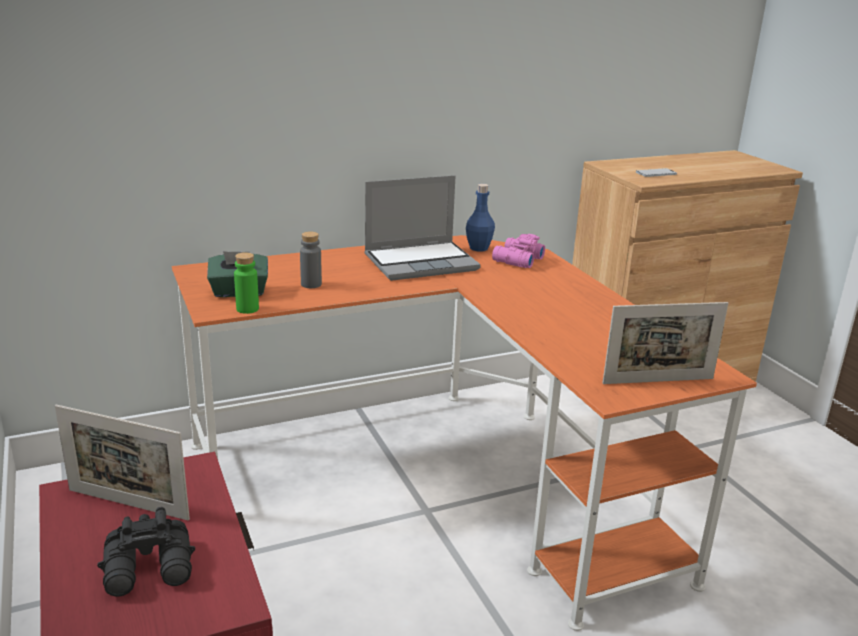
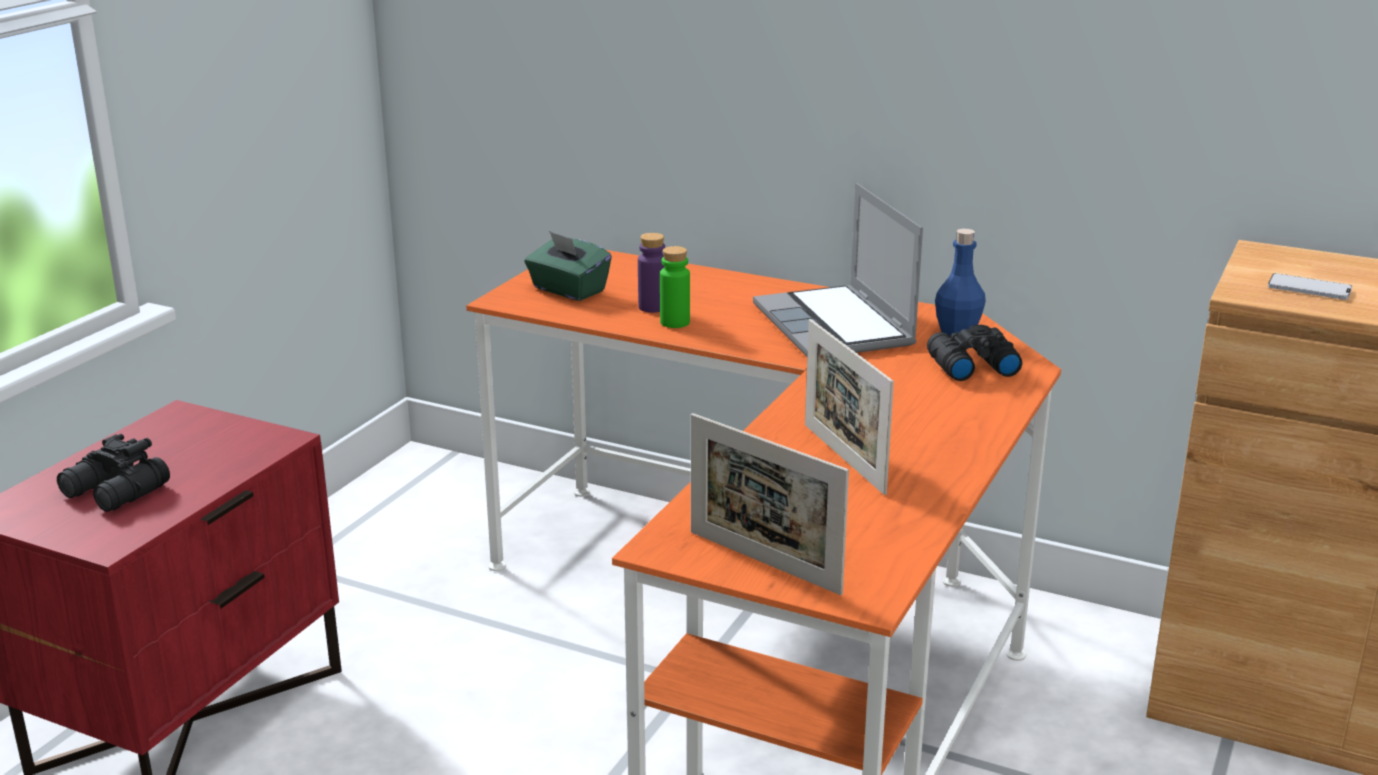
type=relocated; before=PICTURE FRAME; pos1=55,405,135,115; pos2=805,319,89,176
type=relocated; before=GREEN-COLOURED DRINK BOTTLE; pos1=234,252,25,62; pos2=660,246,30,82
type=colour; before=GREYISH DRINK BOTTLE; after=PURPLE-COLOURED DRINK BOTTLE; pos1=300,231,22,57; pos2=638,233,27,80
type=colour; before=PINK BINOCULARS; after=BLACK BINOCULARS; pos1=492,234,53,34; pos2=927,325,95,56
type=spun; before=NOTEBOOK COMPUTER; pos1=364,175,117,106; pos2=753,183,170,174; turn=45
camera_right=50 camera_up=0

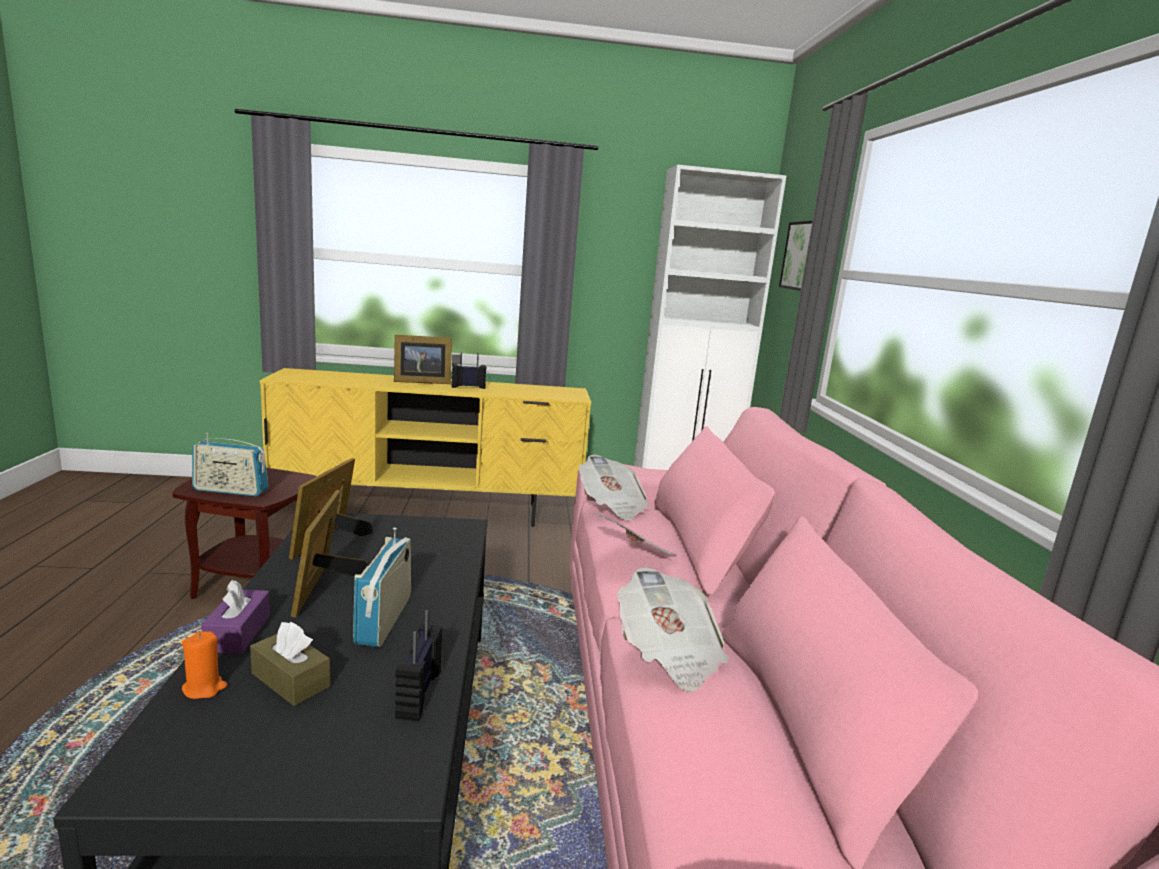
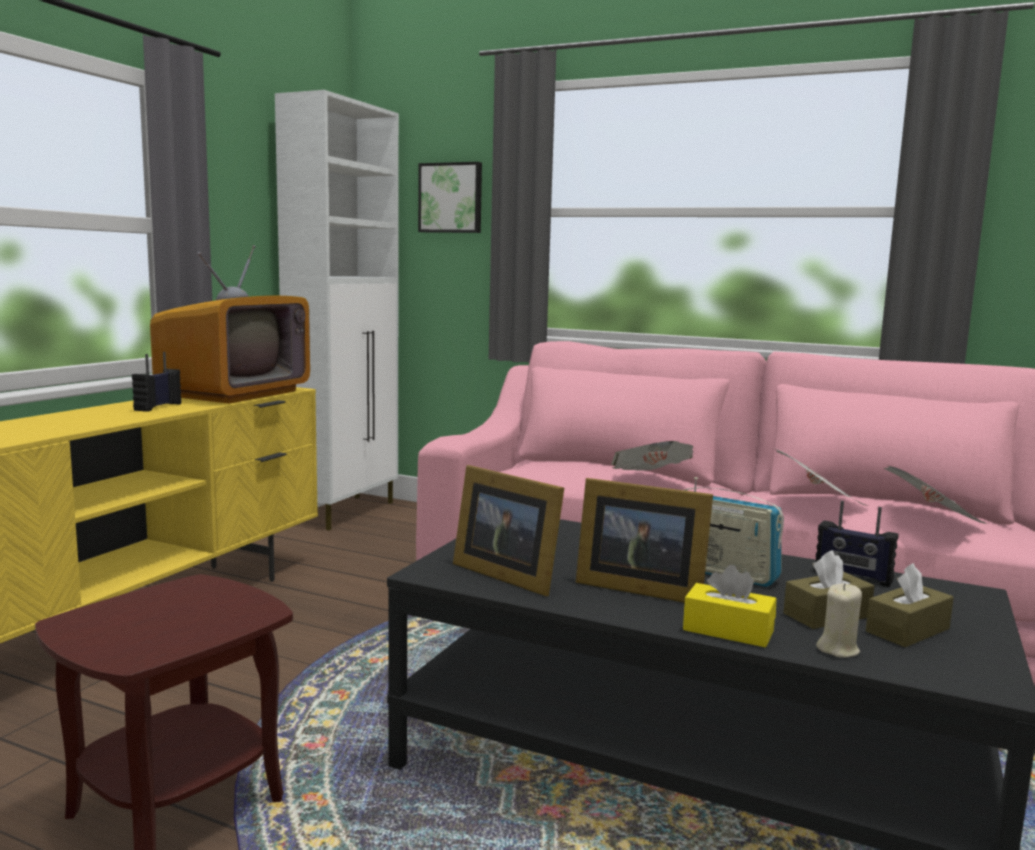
type=missing; before=RADIO SET; pos1=192,433,77,64
type=missing; before=PICTURE FRAME; pos1=394,335,58,49
type=appeared; after=TELEVISION; pos2=150,245,160,158
type=appeared; after=BROWN-COLOURED TISSUE HOLDER; pos2=866,563,88,84
type=relocated; before=DAILY PAPER; pos1=578,455,72,66; pos2=884,466,105,58
type=colour; before=ORANGE CANDLE; after=BEIGE CANDLE; pos1=182,631,45,68; pos2=816,583,46,75
type=colour; before=PURPLE-COLOURED TISSUE HOLDER; after=YELLOW TISSUE HOLDER; pos1=201,580,69,74; pos2=683,565,94,82
camera_right=-60 camera_up=-5

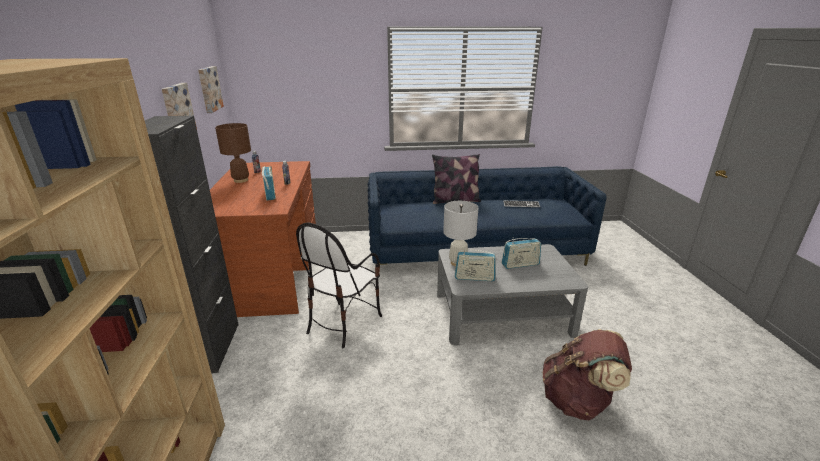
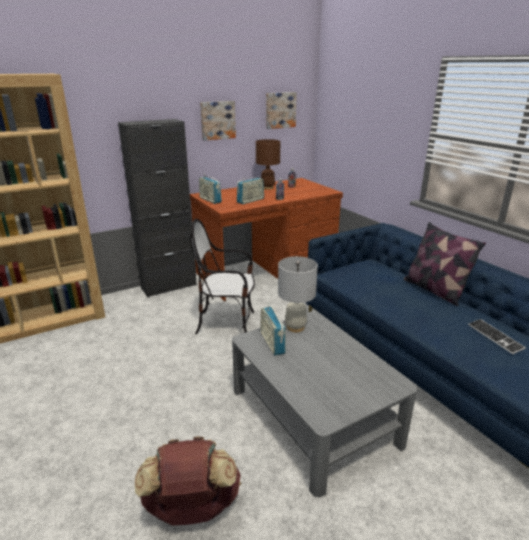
type=relocated; before=RADIO SET; pos1=501,238,40,31; pos2=199,173,23,31
camera_right=65 camera_up=0

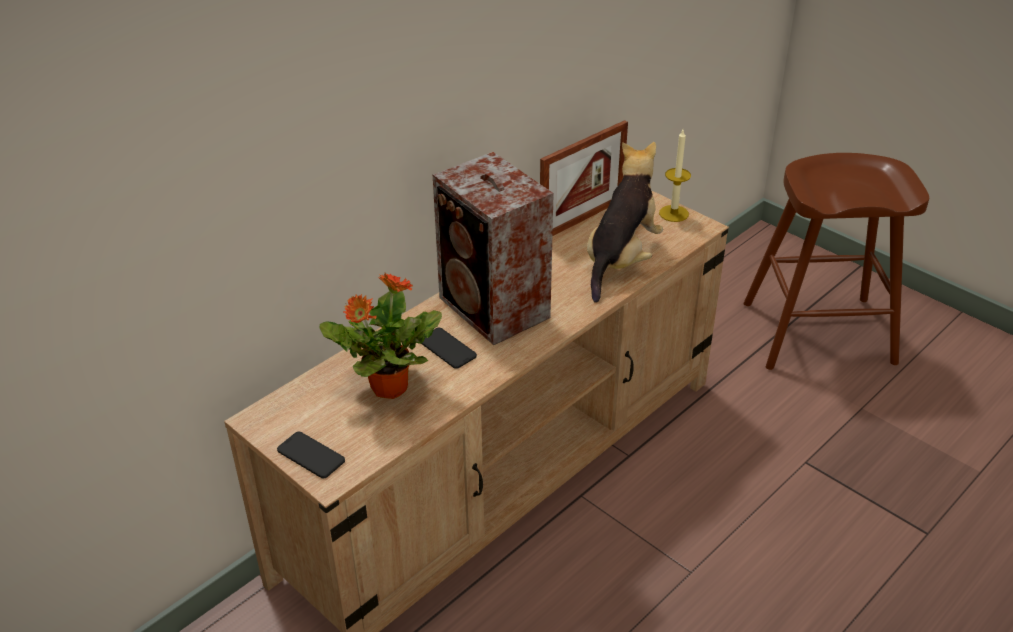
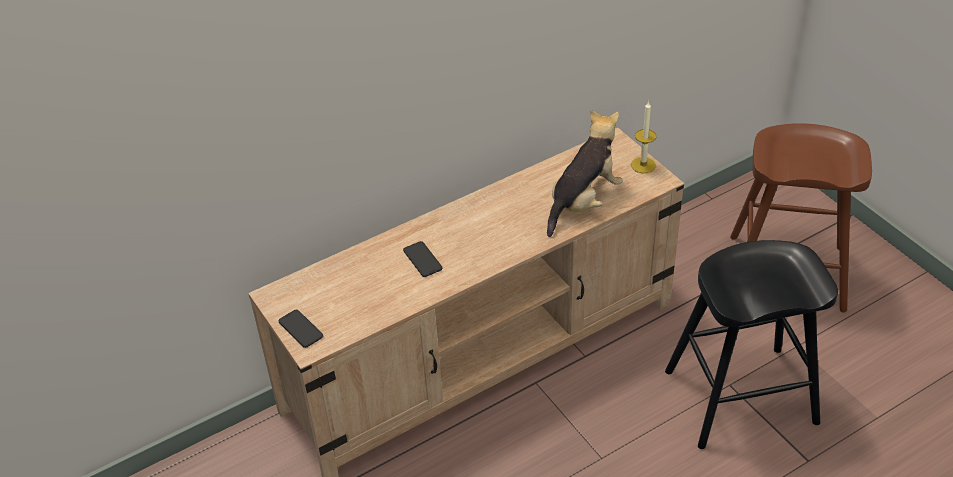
type=missing; before=HOUSEPLANT; pos1=320,273,122,126
type=missing; before=AUDIO SPEAKER; pos1=433,152,121,193
type=missing; before=PICTURE FRAME; pos1=540,120,88,116
type=appeared; after=BLACK STOOL; pos2=665,240,173,209
camera_right=15 camera_up=5

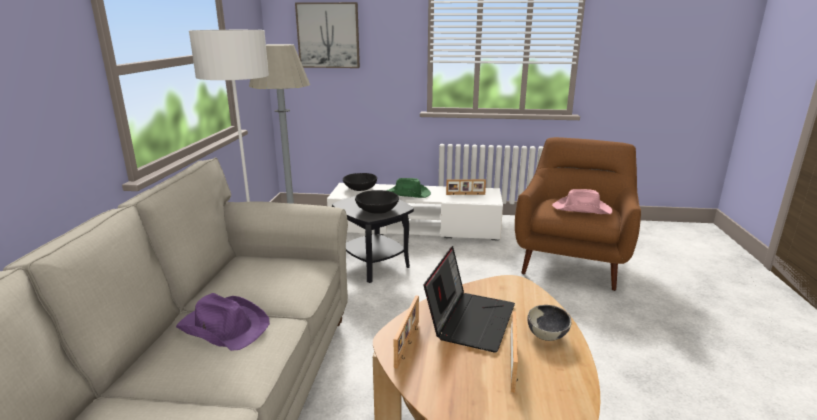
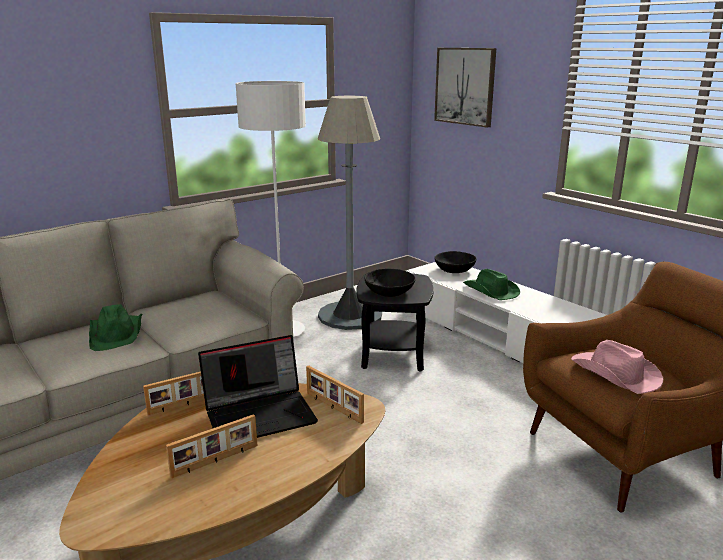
type=missing; before=DEEP DISH; pos1=527,305,45,36
type=relocated; before=PICTURE FRAME; pos1=446,179,40,16; pos2=306,365,58,59
type=colour; before=PURPLE-COLOURED WEARABLE HAT; after=GREEN-COLOURED WEARABLE HAT; pos1=176,293,94,58; pos2=89,304,53,47
camera_right=45 camera_up=0

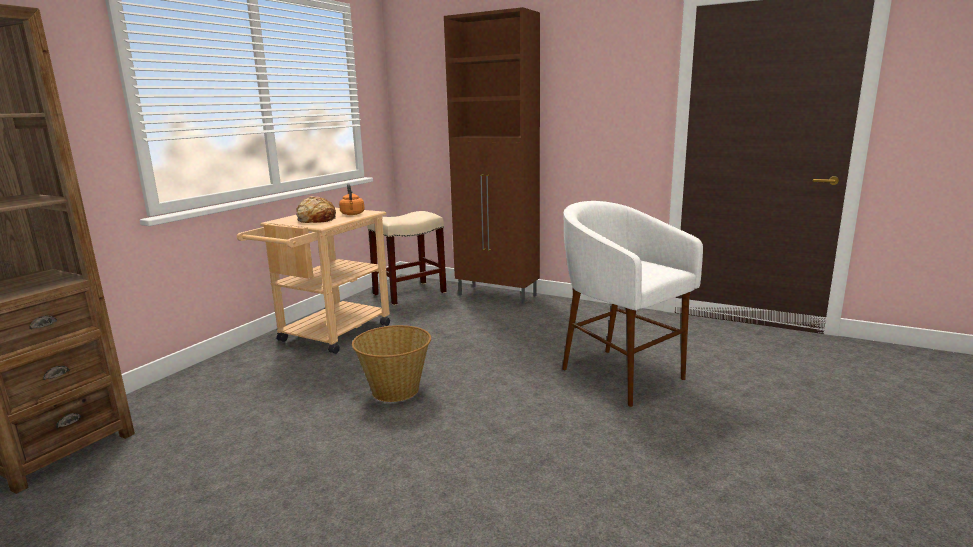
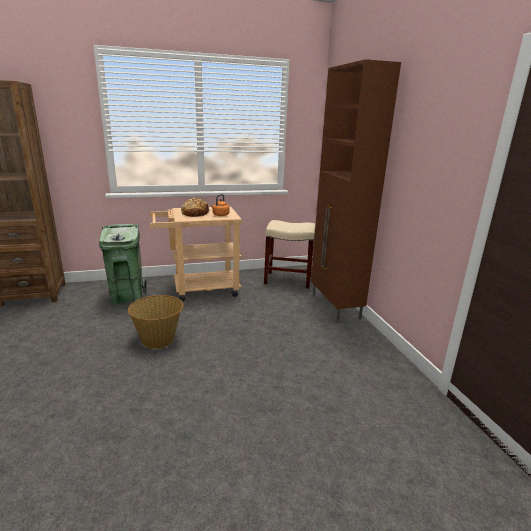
type=missing; before=WHITISH STOOL; pos1=562,201,141,206
type=appeared; after=GREEN-COLOURED WASTE BIN; pos2=99,224,48,81
camera_right=45 camera_up=5

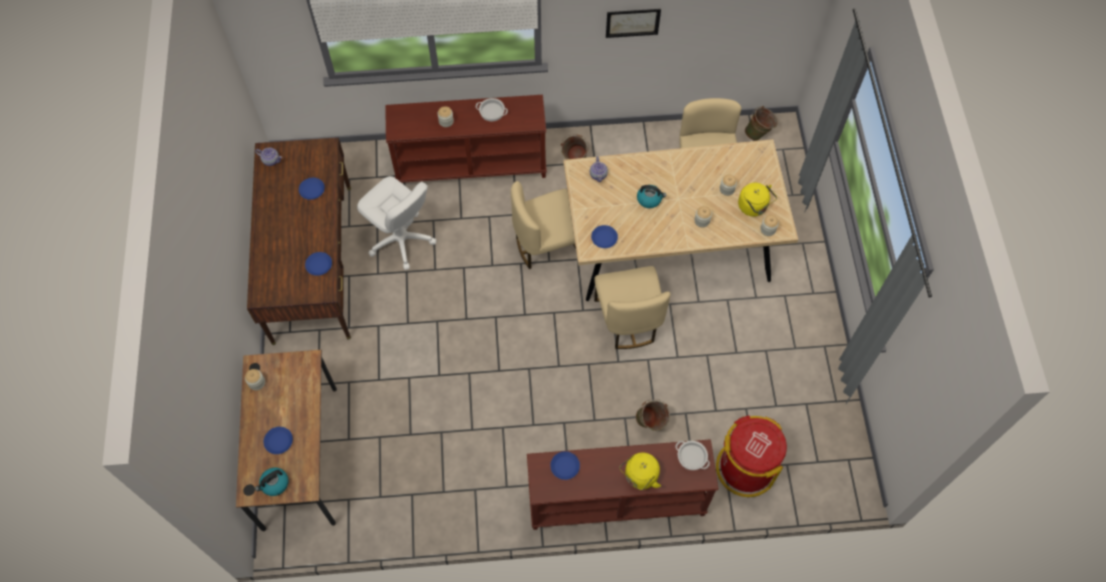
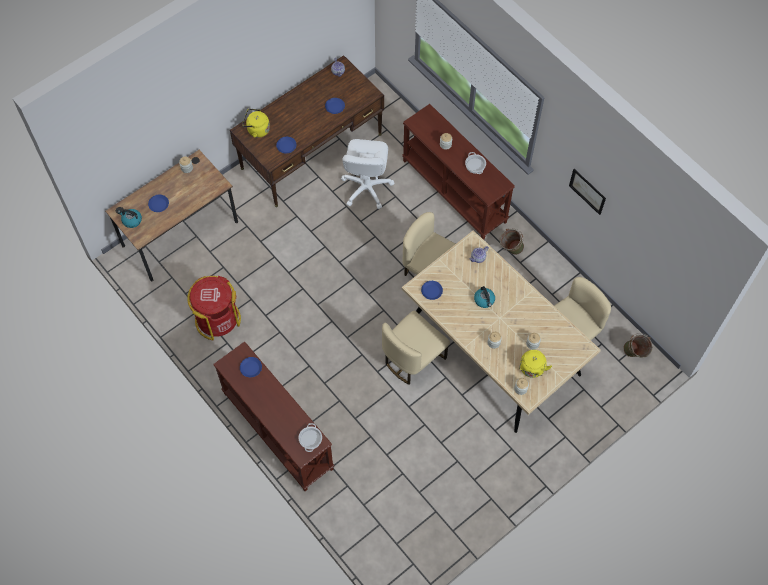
type=missing; before=GREEN-COLOURED BUCKET; pos1=636,399,34,32
type=relocated; before=YELLOW TEA KETTLE; pos1=620,452,41,38; pos2=242,109,28,29
type=relocated; before=RED-COLOURED WASTE BIN; pos1=716,415,71,82; pos2=187,276,54,64
camera_right=55 camera_up=0

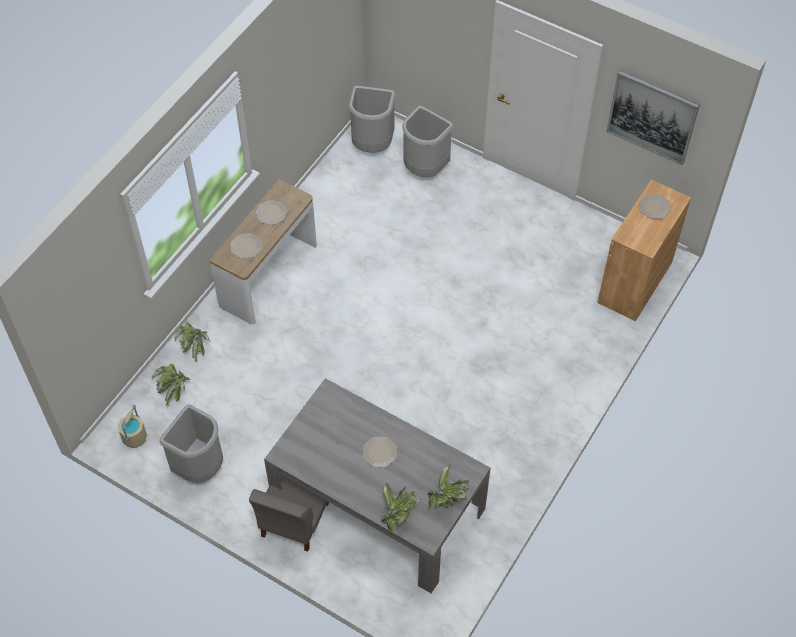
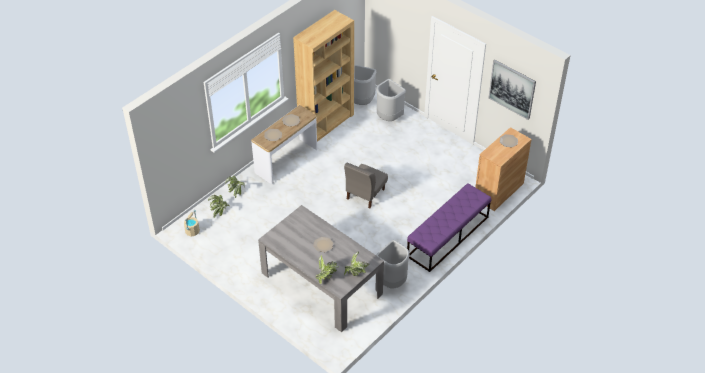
type=appeared; after=BROWN-COLOURED BOOKCASE; pos2=293,10,61,132
type=appeared; after=PURPLE-COLOURED BENCH; pos2=407,183,84,89
type=relocated; before=GREYISH WASTE BIN; pos1=160,405,63,78; pos2=376,240,34,49
type=relocated; before=GREYISH UPRIGHT CHAIR; pos1=249,474,80,77; pos2=344,162,44,46
camera_right=10 camera_up=-10

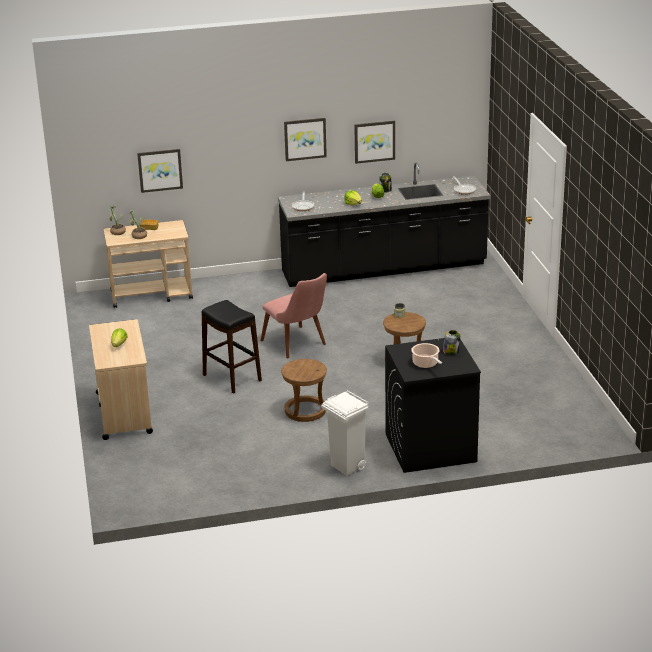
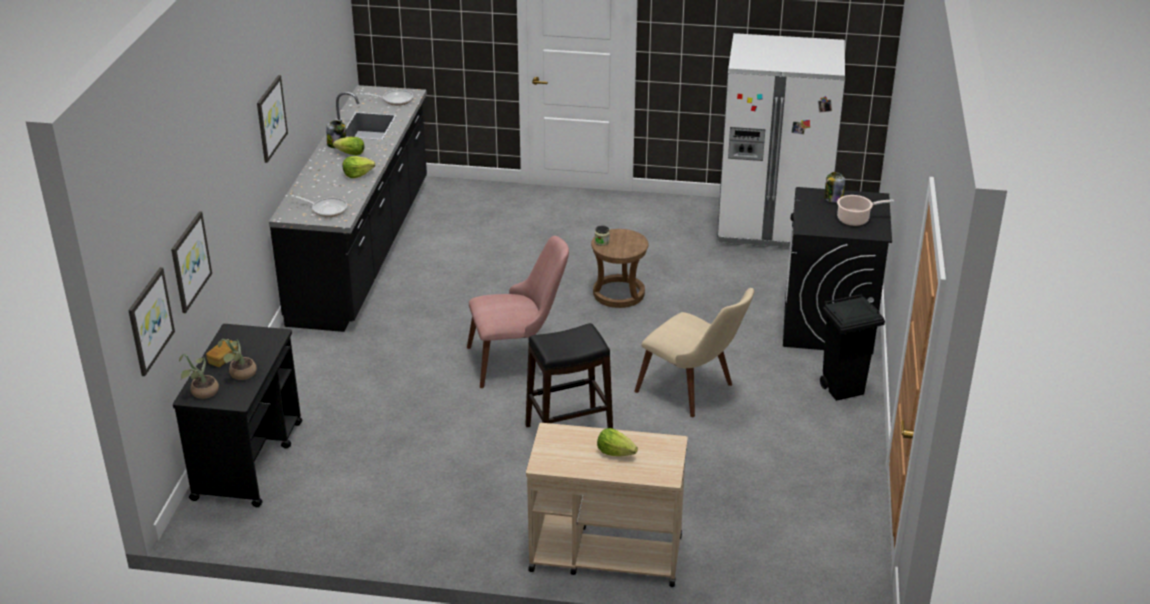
type=appeared; after=WHITISH KITCHEN FRIDGE; pos2=717,33,128,216
type=relocated; before=WALL PICTURE; pos1=354,120,41,44; pos2=128,267,47,109
type=exchanged; before=BROWN-COLOURED STOOL; after=BEIGE UPRIGHT CHAIR; pos1=281,359,46,63; pos2=634,288,120,129
type=colour; before=BEIGE CART; after=BLACK CART; pos1=104,220,89,88; pos2=173,324,129,183
type=colour; before=WHITISH WASTE BIN; after=BLACK WASTE BIN; pos1=321,390,48,86; pos2=820,294,65,107
camera_right=-70 camera_up=5

